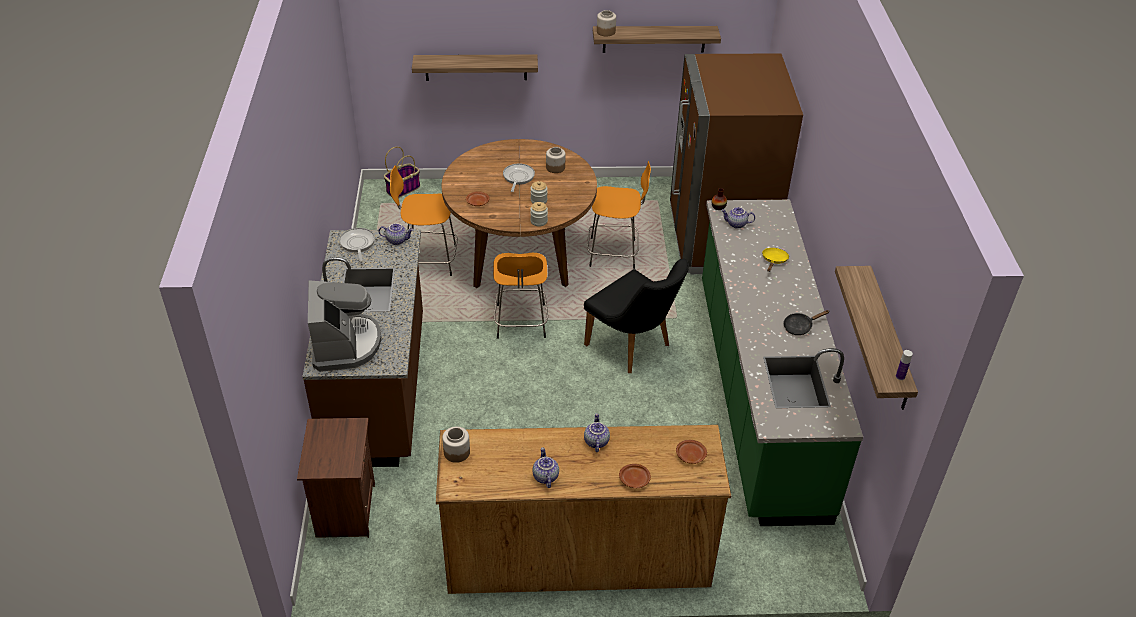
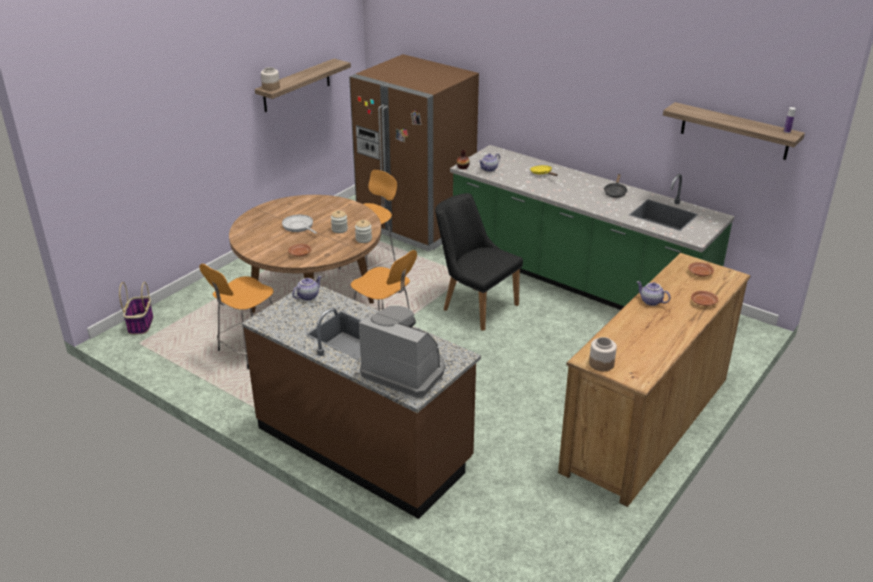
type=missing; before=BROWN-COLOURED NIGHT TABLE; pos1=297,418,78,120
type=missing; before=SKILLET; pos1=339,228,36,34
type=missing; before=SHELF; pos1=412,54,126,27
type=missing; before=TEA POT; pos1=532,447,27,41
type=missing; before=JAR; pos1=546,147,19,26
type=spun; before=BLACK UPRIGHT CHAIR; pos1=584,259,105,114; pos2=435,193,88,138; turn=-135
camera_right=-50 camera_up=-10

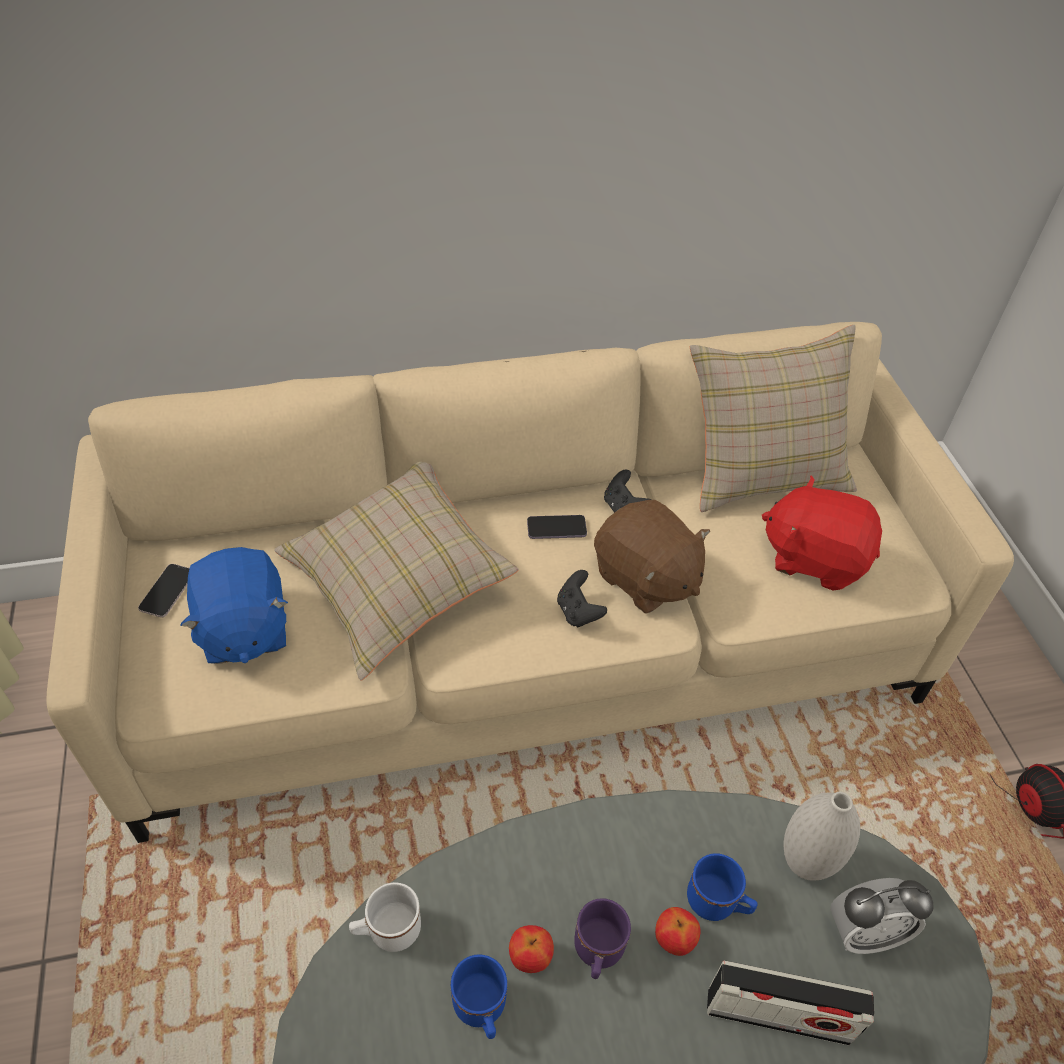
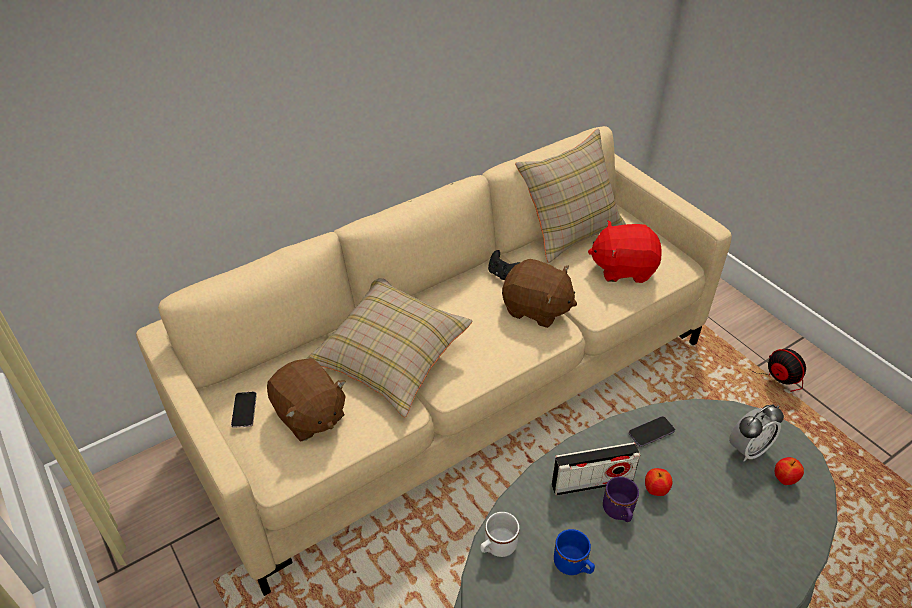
type=missing; before=BLACK GAMEPAD; pos1=557,570,50,57
type=missing; before=BLUE-COLOURED MUG; pos1=687,853,71,68
type=missing; before=WHITISH VASE; pos1=783,792,77,89
type=relocated; before=WHOLE APPLE; pos1=509,925,45,48; pos2=775,457,29,28
type=relocated; before=HANDSET; pos1=527,515,60,24; pos2=629,416,46,31
type=relocated; before=RADIO SET; pos1=707,960,167,85; pos2=551,442,89,54
type=colour; before=BLUE-COLOURED CUDDLY TOY; after=BROWN-COLOURED CUDDLY TOY; pos1=180,547,108,117; pos2=267,358,79,84
camera_right=-20 camera_up=-5

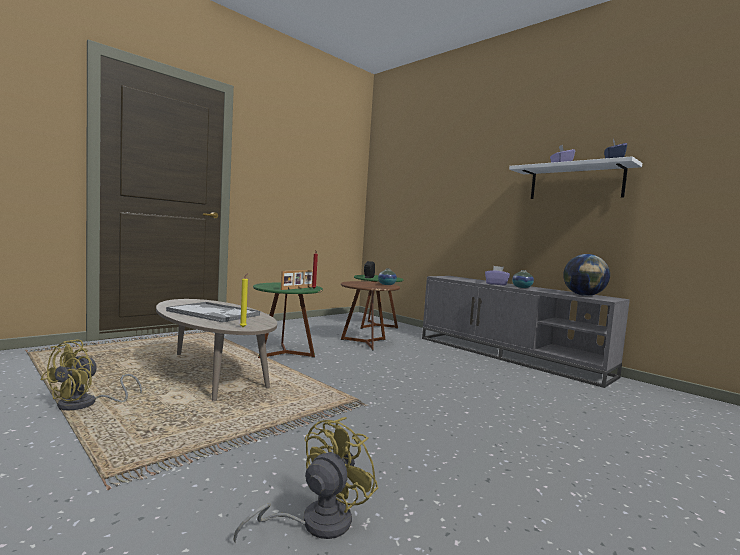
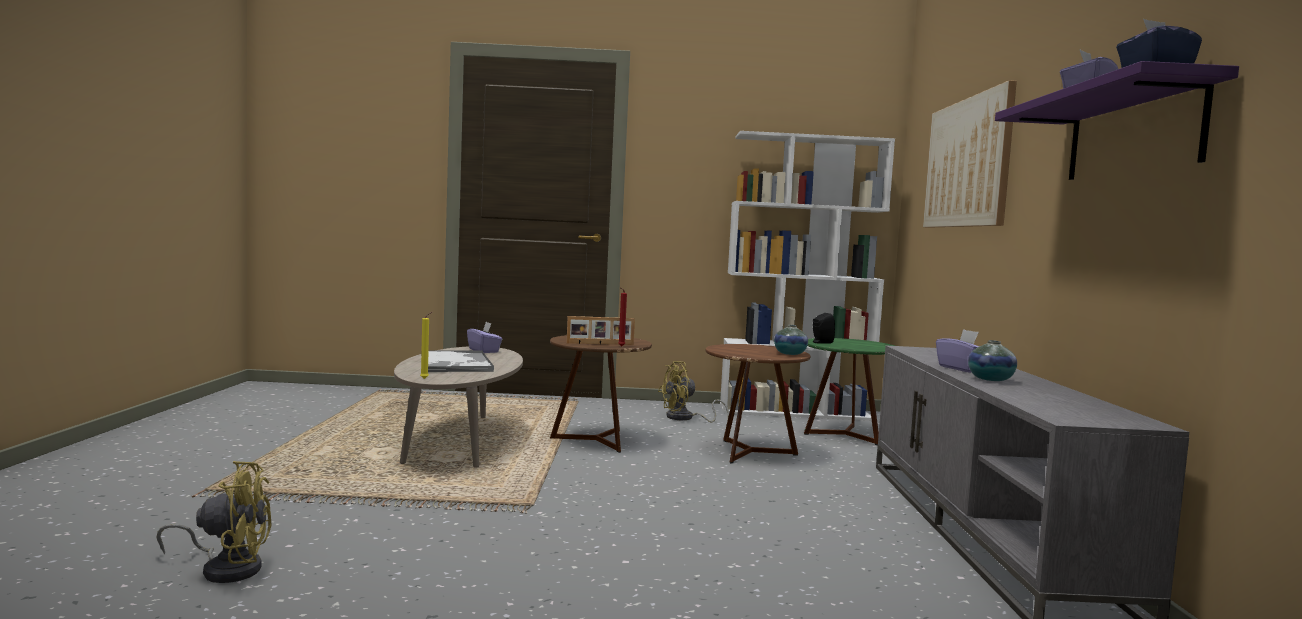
type=missing; before=GLOBE; pos1=563,254,47,42
type=appeared; after=PURPLE-COLOURED TISSUE HOLDER; pos2=467,322,36,31
type=appeared; after=WHITISH BOOKCASE; pos2=720,131,175,290
type=appeared; after=WALL PICTURE; pos2=923,80,94,148
type=relocated; before=YELLOW ELECTRIC FAN; pos1=41,340,101,70; pos2=658,361,71,61
type=colour; before=GREEN-COLOURED ACCENT TABLE; after=BROWN-COLOURED ACCENT TABLE; pos1=253,283,70,75; pos2=550,335,102,118
type=colour; before=WHITISH SHELF; after=PURPLE-COLOURED SHELF; pos1=509,156,133,43; pos2=995,61,244,119
camera_right=45 camera_up=0

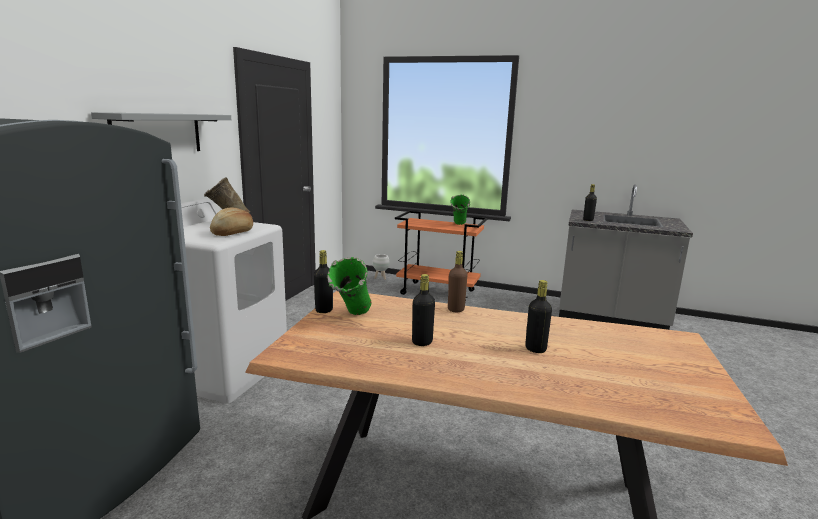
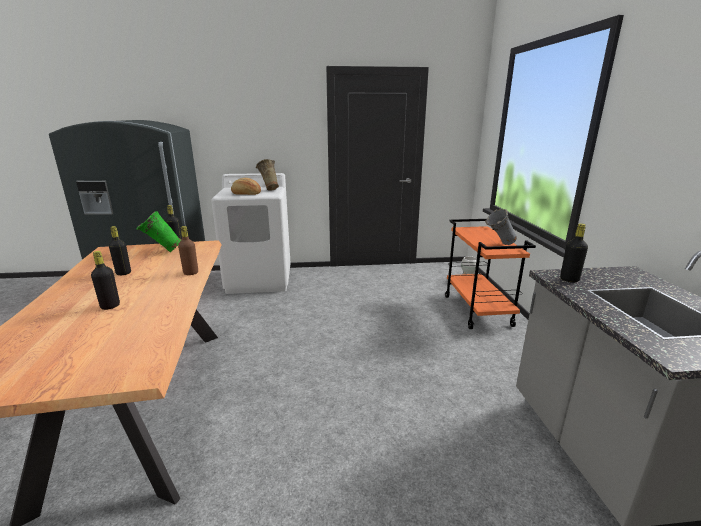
type=missing; before=GREYISH SHELF; pos1=91,112,140,39
type=colour; before=GREEN-COLOURED VASE; after=GREYISH VASE; pos1=450,195,20,30; pos2=485,209,32,36
camera_right=65 camera_up=5

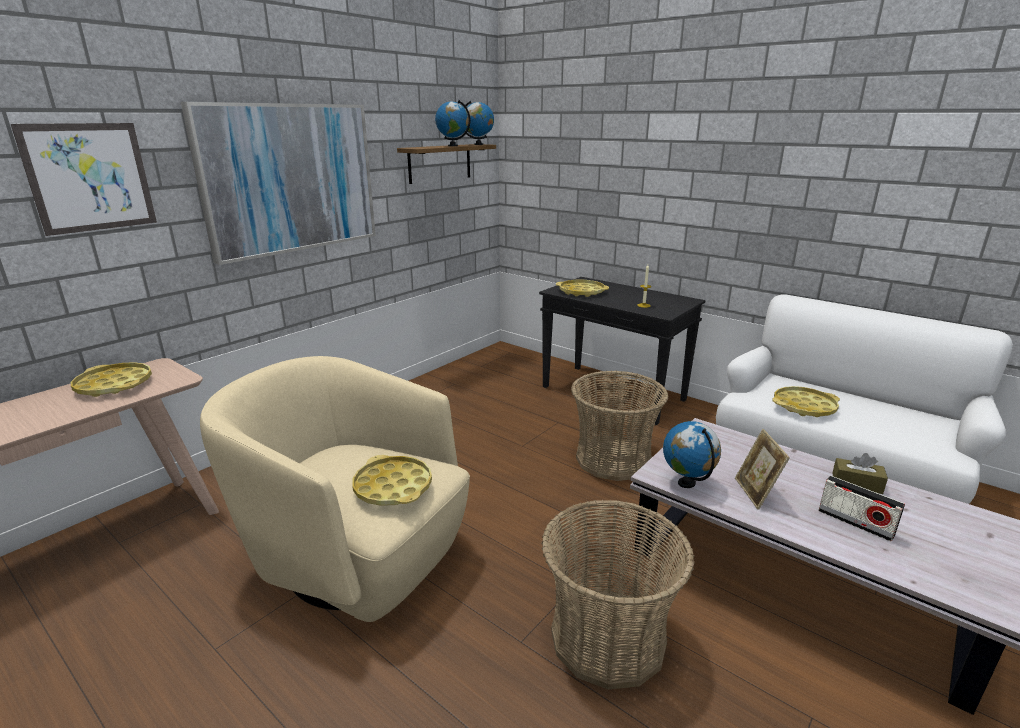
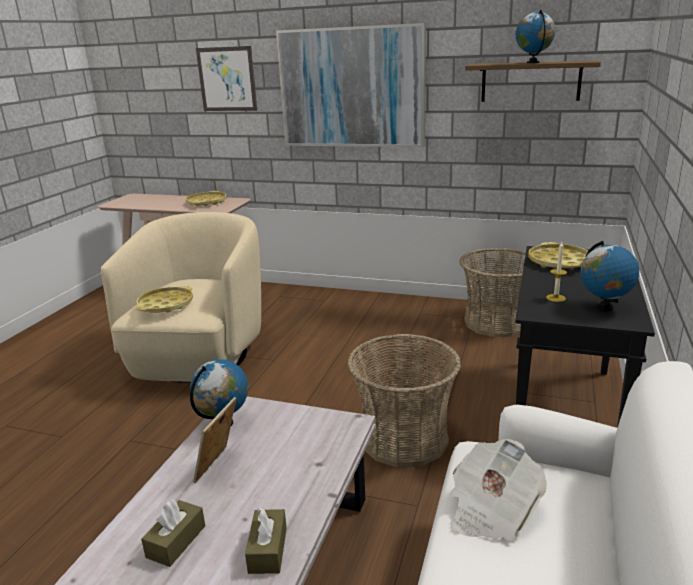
type=relocated; before=GLOBE; pos1=465,101,29,44; pos2=581,241,58,71
type=relocated; before=BASKET; pos1=541,499,153,190; pos2=460,248,66,89
type=exchanged; before=YELLOW CARRYING TRAY; after=DAILY PAPER; pos1=772,386,68,31; pos2=450,439,97,102
type=exchanged; before=RADIO SET; after=BROWN-COLOURED TISSUE HOLDER; pos1=818,476,87,65; pos2=141,499,64,68
type=spun; before=PICTURE FRAME; pos1=735,429,55,81; pos2=193,397,43,86; turn=-45
camera_right=70 camera_up=0

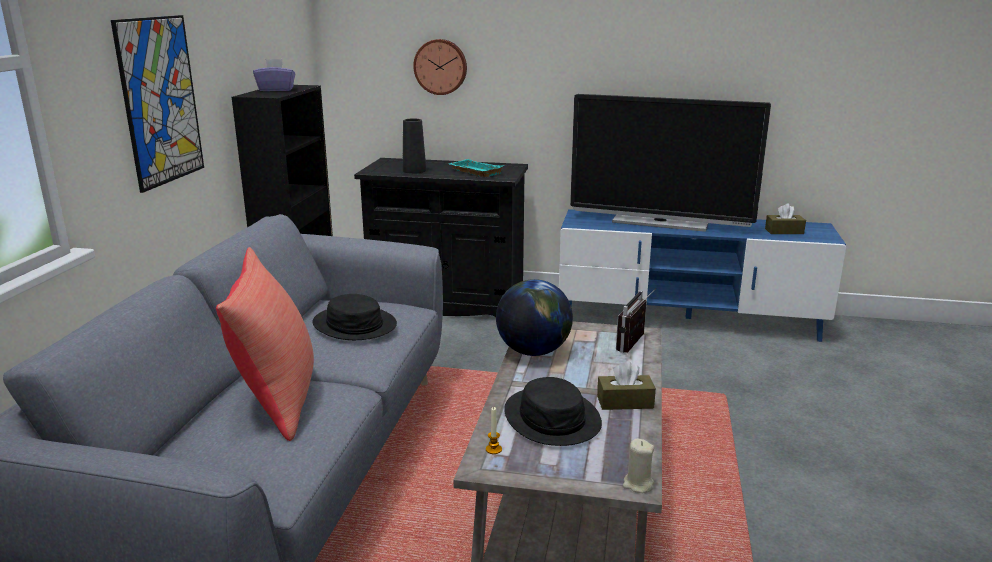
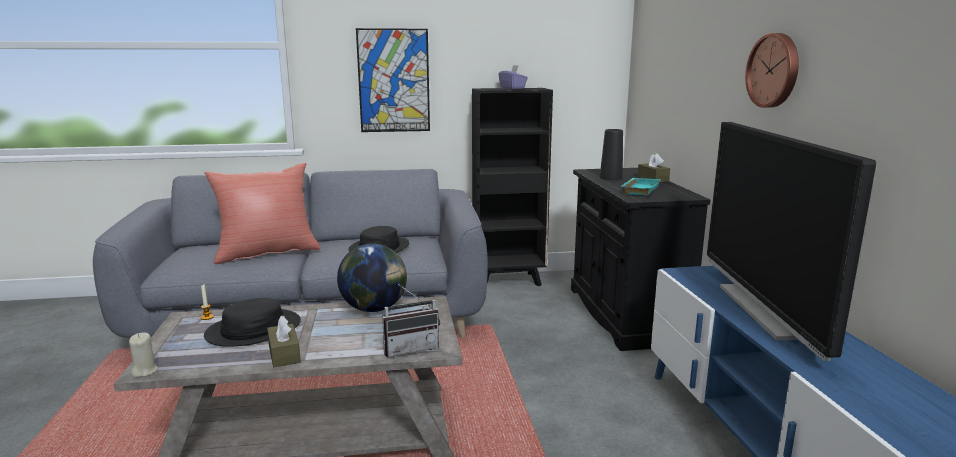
type=relocated; before=HANGING CLOCK; pos1=413,39,54,56; pos2=745,33,54,75
type=relocated; before=BROWN-COLOURED TISSUE HOLDER; pos1=765,203,41,31; pos2=638,153,32,30
type=spun; before=RADIO SET; pos1=616,289,40,64; pos2=382,284,58,73; turn=150
camera_right=70 camera_up=-5

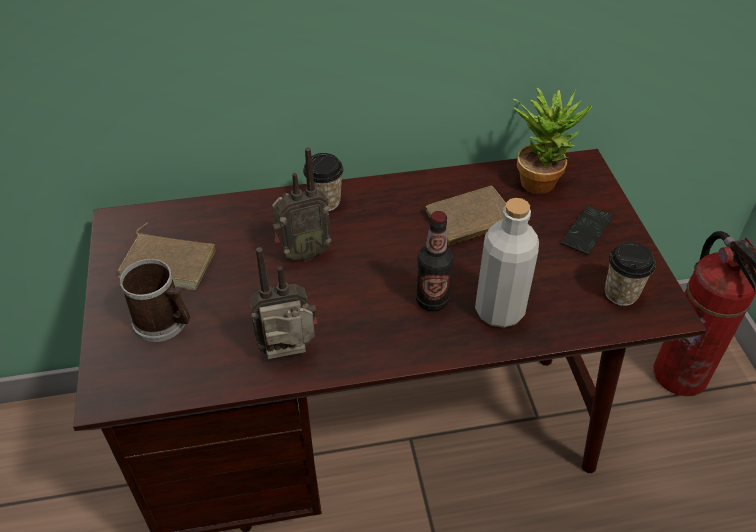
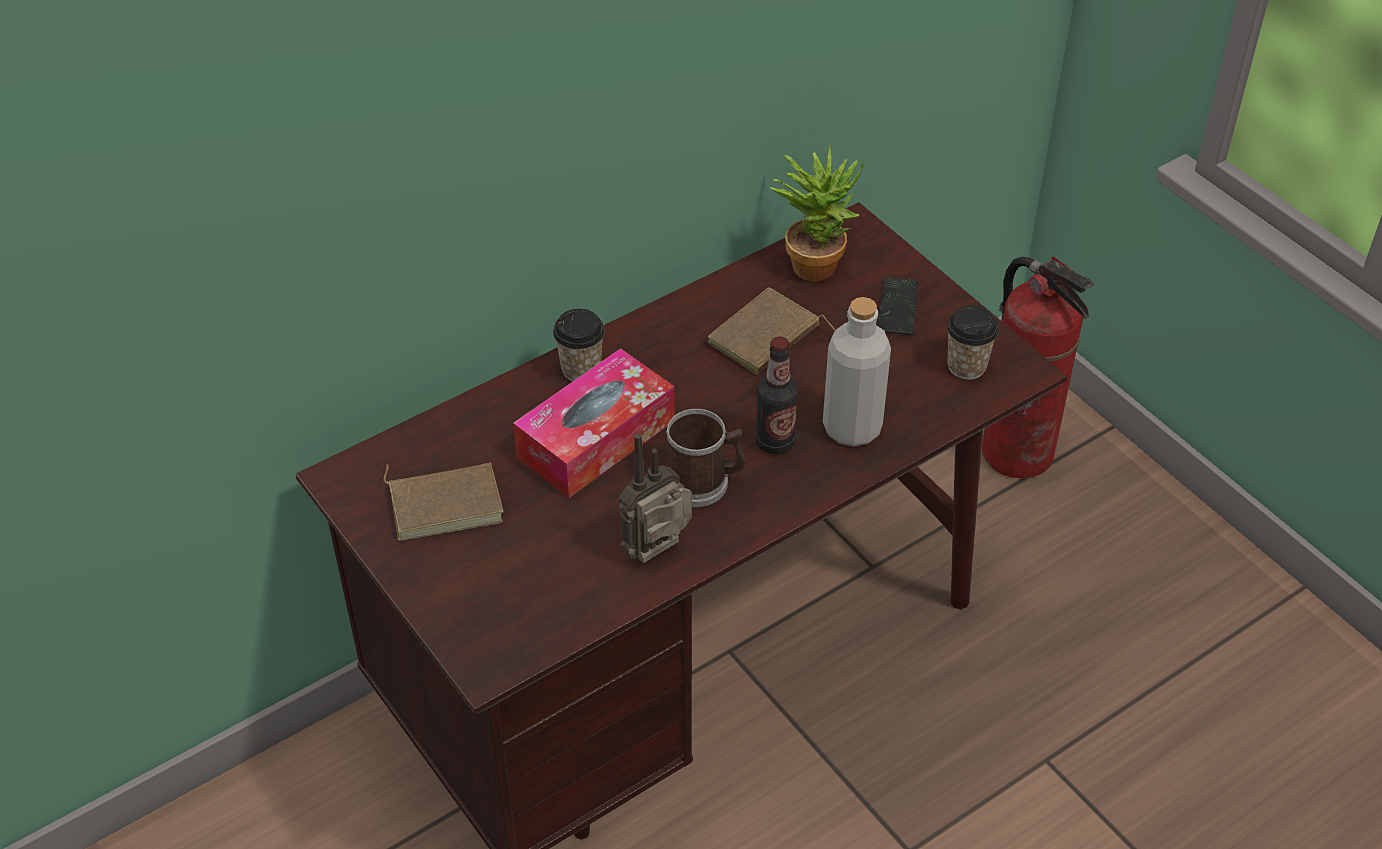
type=relocated; before=MUG; pos1=119,259,71,83; pos2=666,409,79,98
type=exchanged; before=RADIO SET; after=TISSUE HOLDER; pos1=272,147,60,114; pos2=513,348,161,150
camera_right=-25 camera_up=0

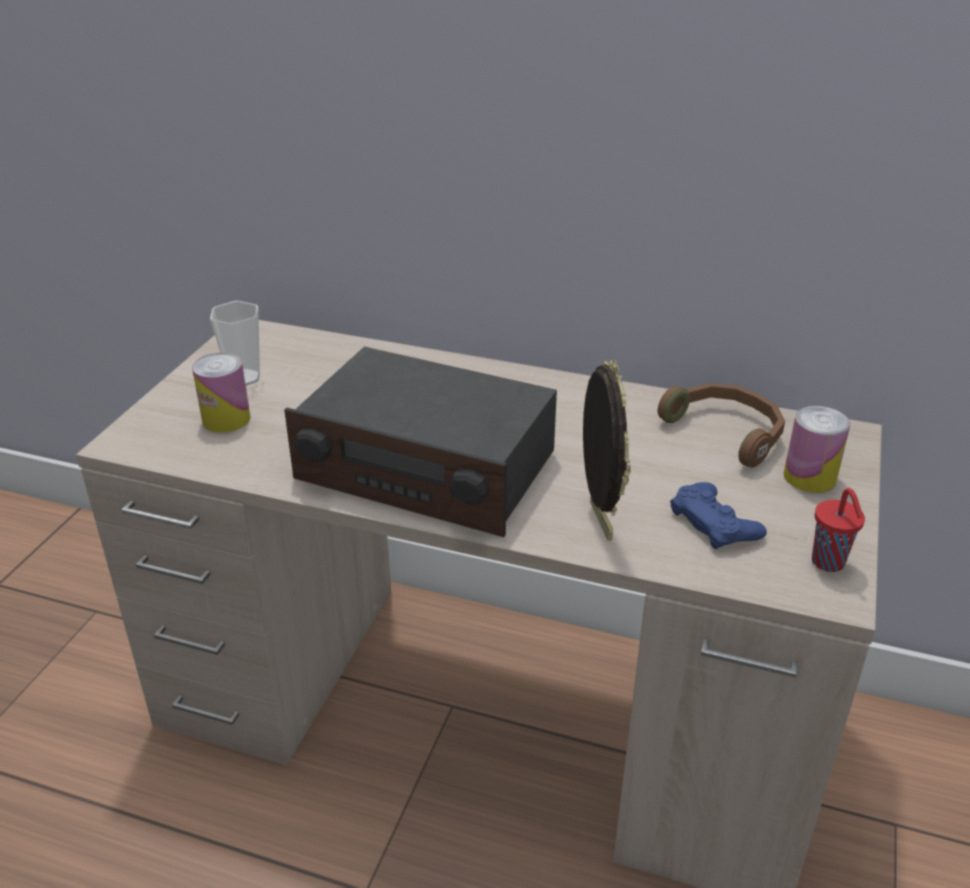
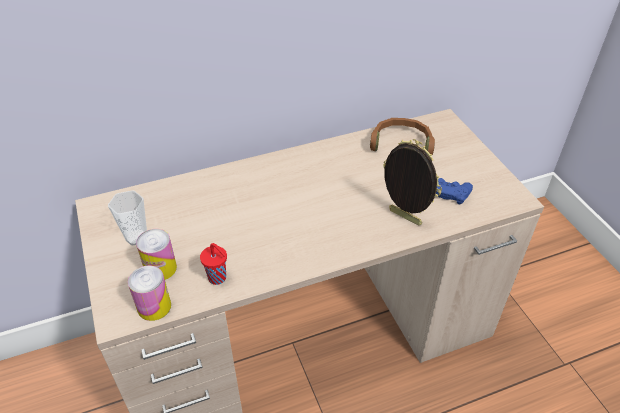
type=missing; before=RADIO SET; pos1=284,347,273,190
type=relocated; before=METAL CAN; pos1=783,406,67,87; pos2=128,266,43,55
type=relocated; before=RED-COLOURED SMALL CUP; pos1=812,488,53,84; pos2=200,243,27,42
camera_right=-40 camera_up=10

